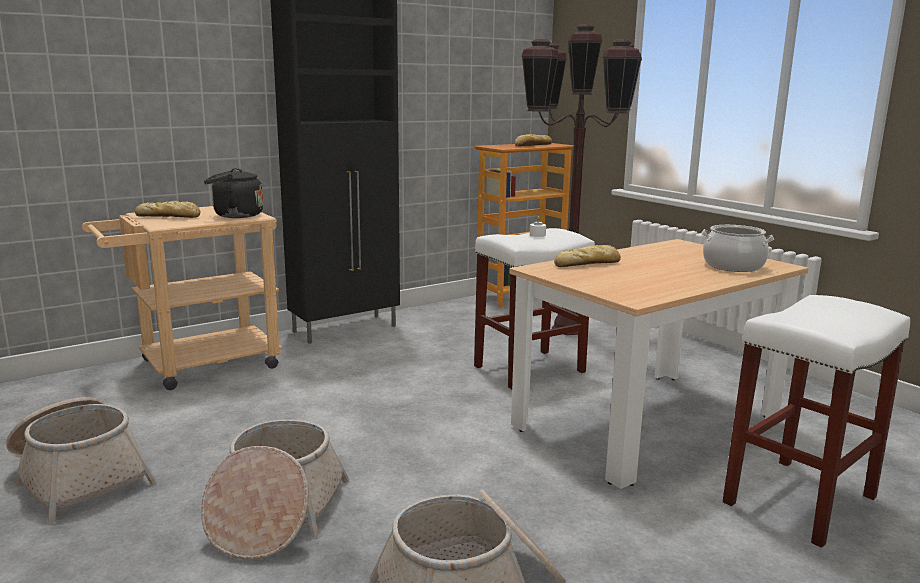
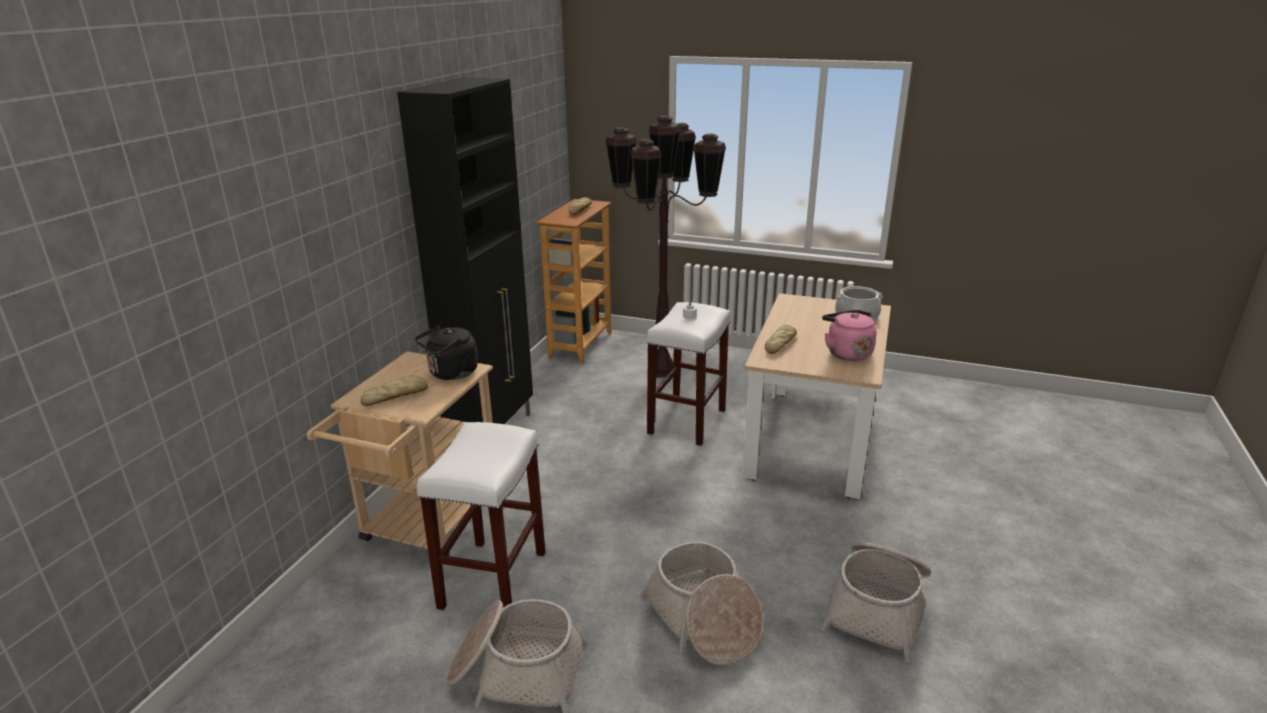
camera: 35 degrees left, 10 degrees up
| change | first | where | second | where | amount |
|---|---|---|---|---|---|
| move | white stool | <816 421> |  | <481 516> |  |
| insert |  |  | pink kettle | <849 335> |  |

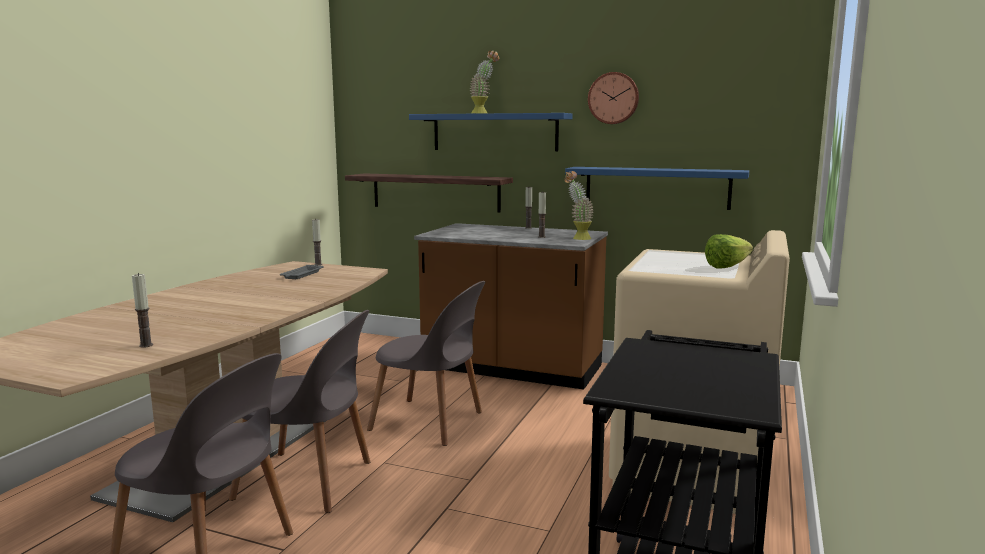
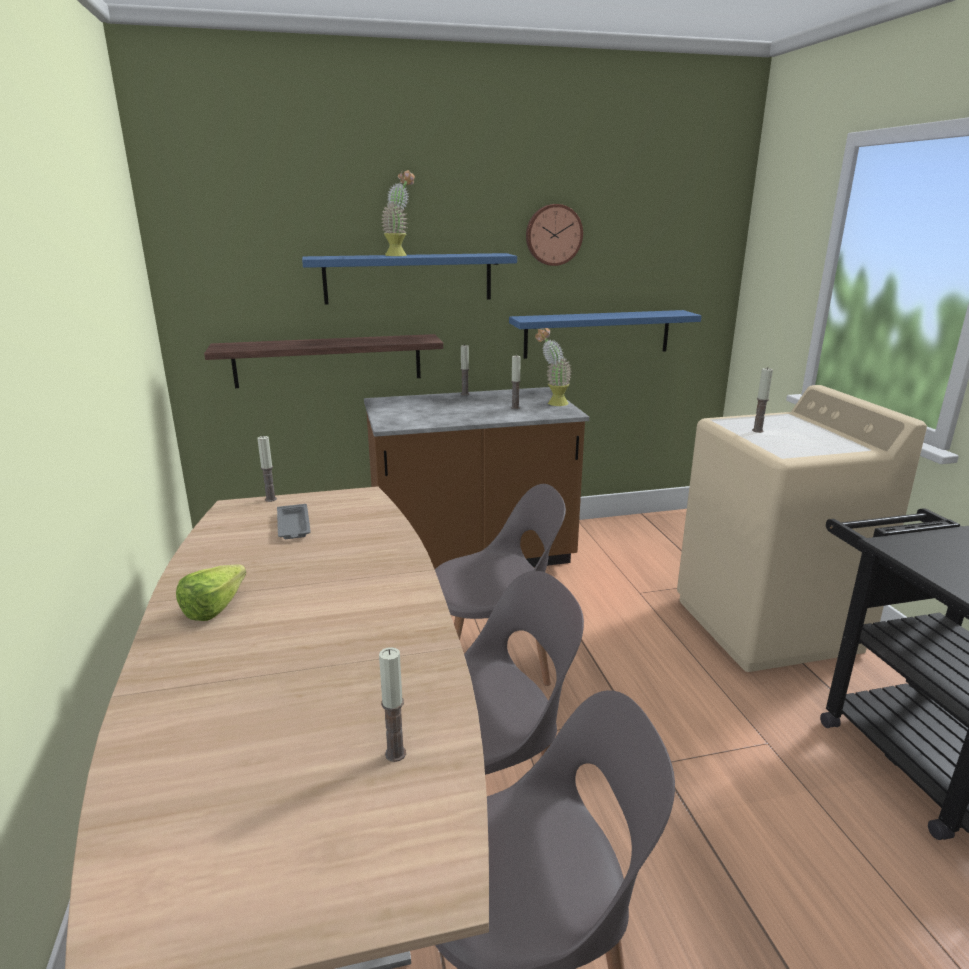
camera: 35 degrees left, 10 degrees up
| change | first | where | second | where | amount |
|---|---|---|---|---|---|
| move | lettuce | <729 251> |  | <211 592> |  |
| insert |  |  | candle | <762 400> |  |

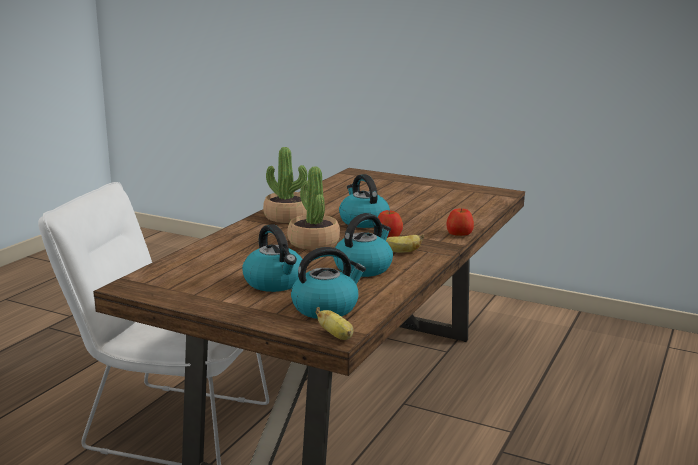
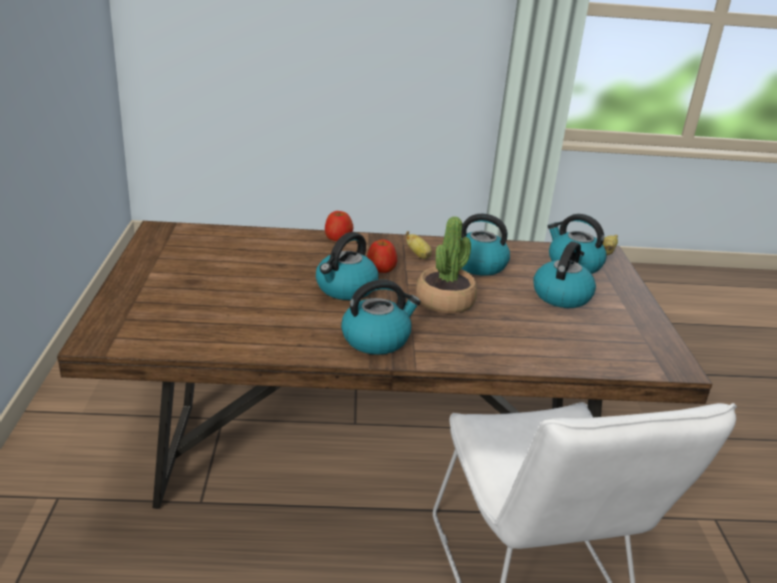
camera: 120 degrees left, 10 degrees up
| change | first | where | second | where | amount |
|---|---|---|---|---|---|
| replace | potted plant | <285 185> | kettle | <381 317> |  |

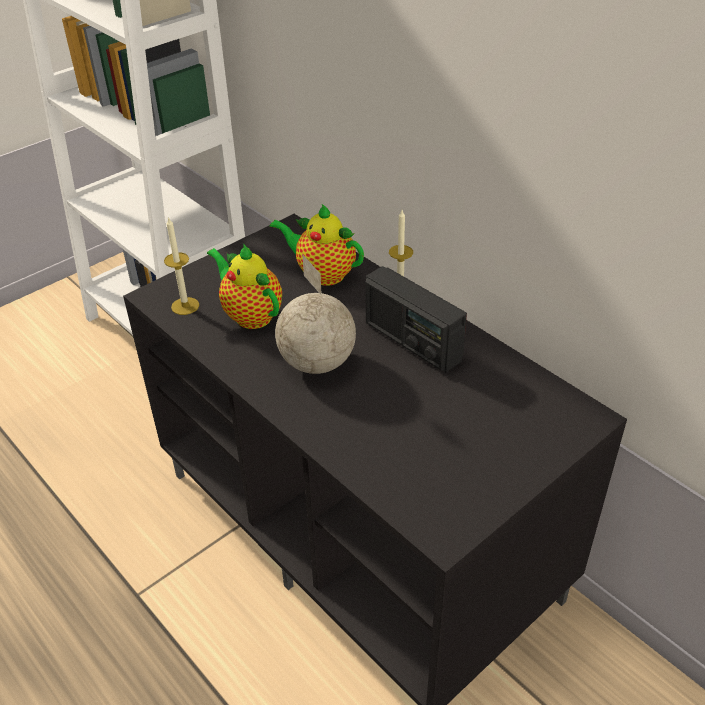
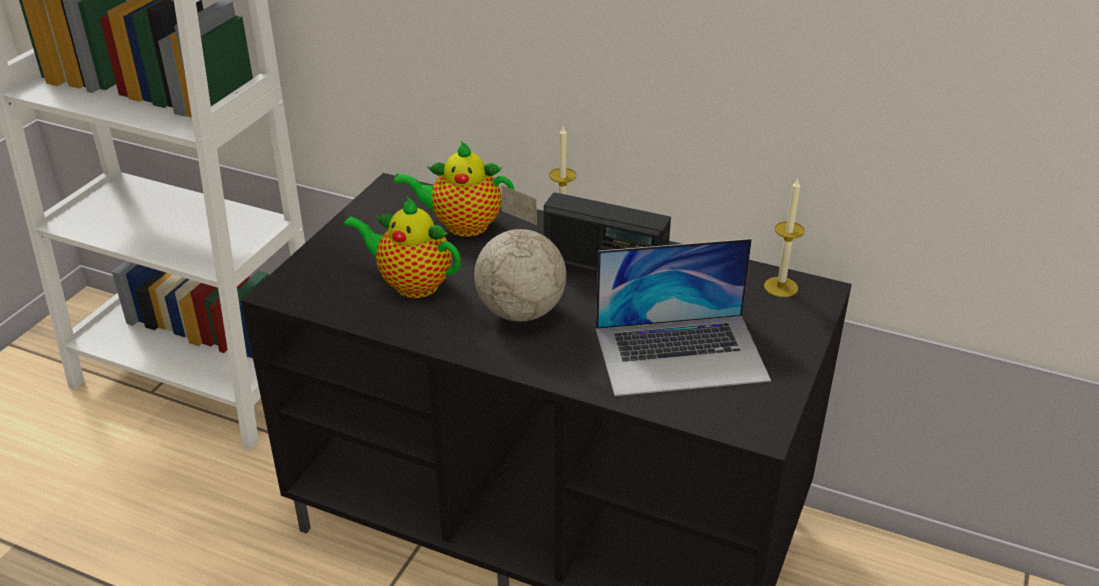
camera: 25 degrees left, 5 degrees down
| change | first | where | second | where | amount |
|---|---|---|---|---|---|
| move | candle | <181 266> |  | <784 237> |  |
| insert |  |  | laptop | <683 317> |  |

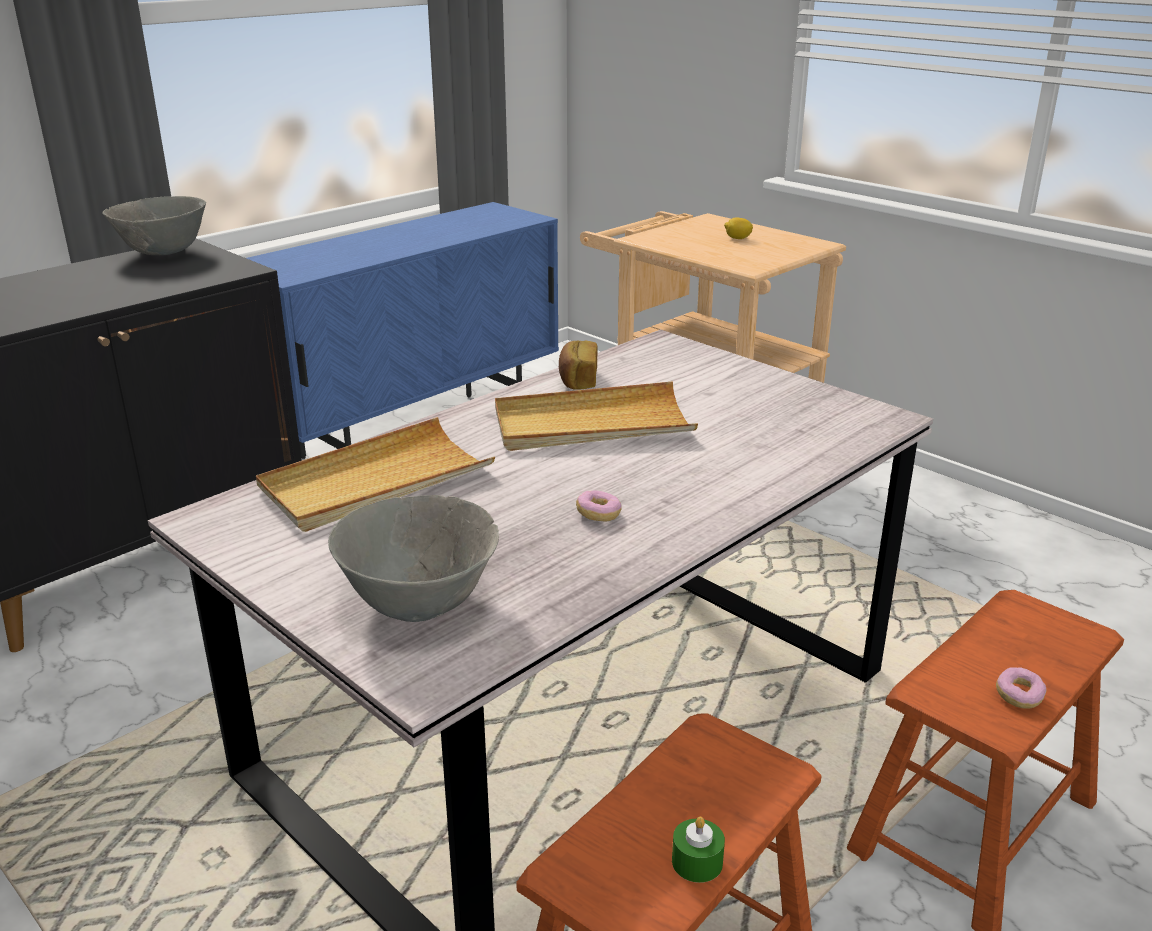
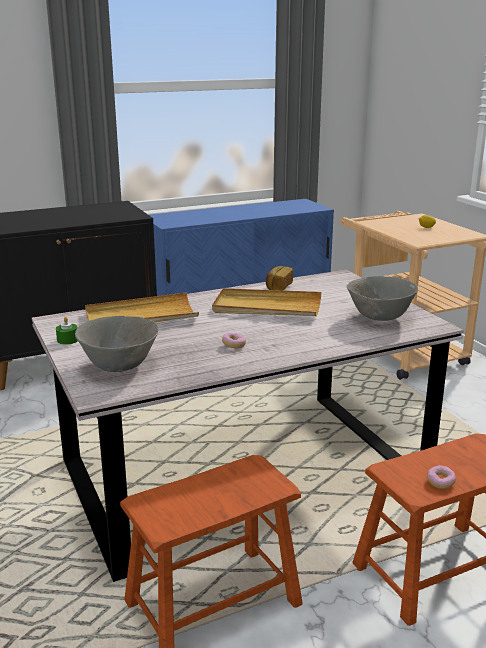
camera: 20 degrees right, 5 degrees down
| change | first | where | second | where | amount |
|---|---|---|---|---|---|
| move | grey bowl | <154 226> |  | <382 298> |  |
| move | green candle | <698 850> |  | <67 331> |  |

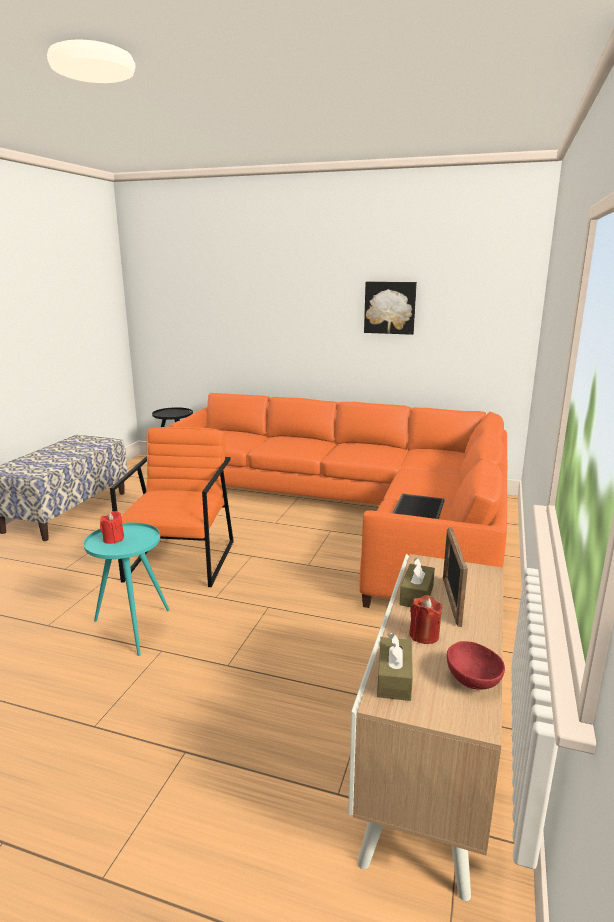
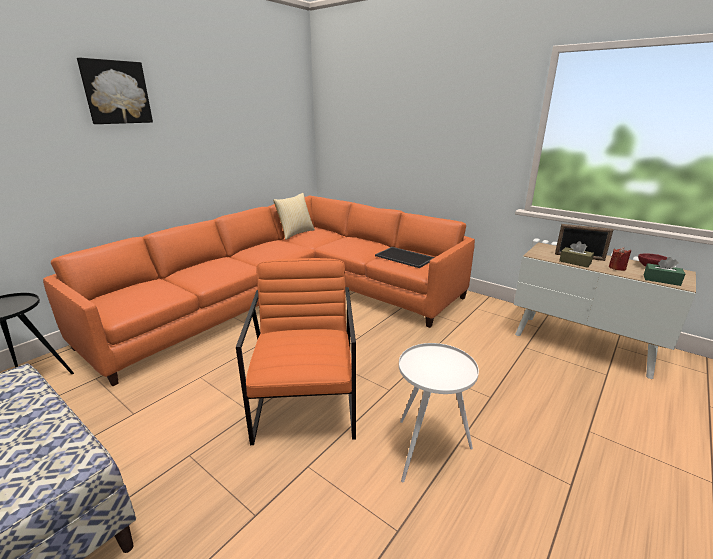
camera: 70 degrees left, 5 degrees up
| change | first | where | second | where | amount |
|---|---|---|---|---|---|
| recolor | turquoise side table | <126 589> | white side table | <439 412> |  |
| delete | red candle | <112 527> |  |  |  |
| rotate | orange armchair | <172 507> |  | <296 351> | 60 degrees clockwise |
| move | picture | <390 308> |  | <115 91> |  |
| recolor | brown tissue box | <395 667> | green tissue box | <664 271> |  |
| insert |  |  | pillow | <294 216> |  |

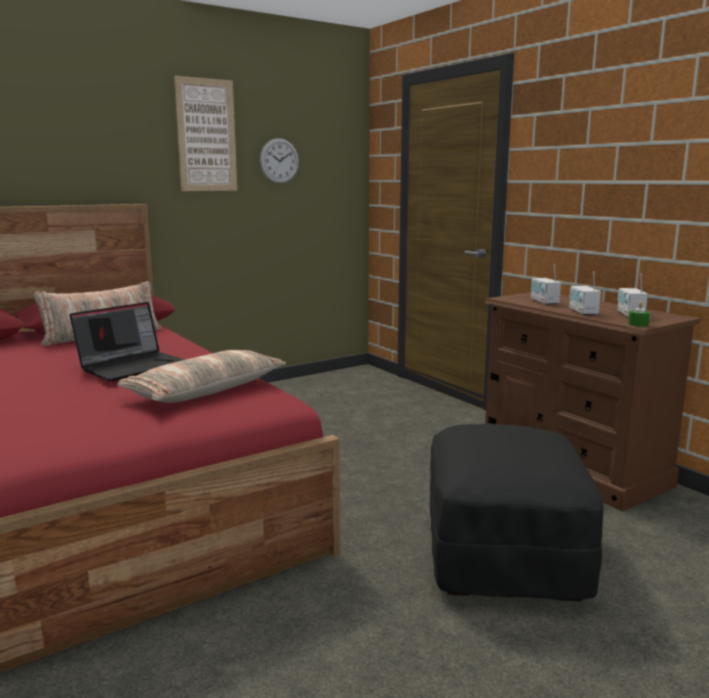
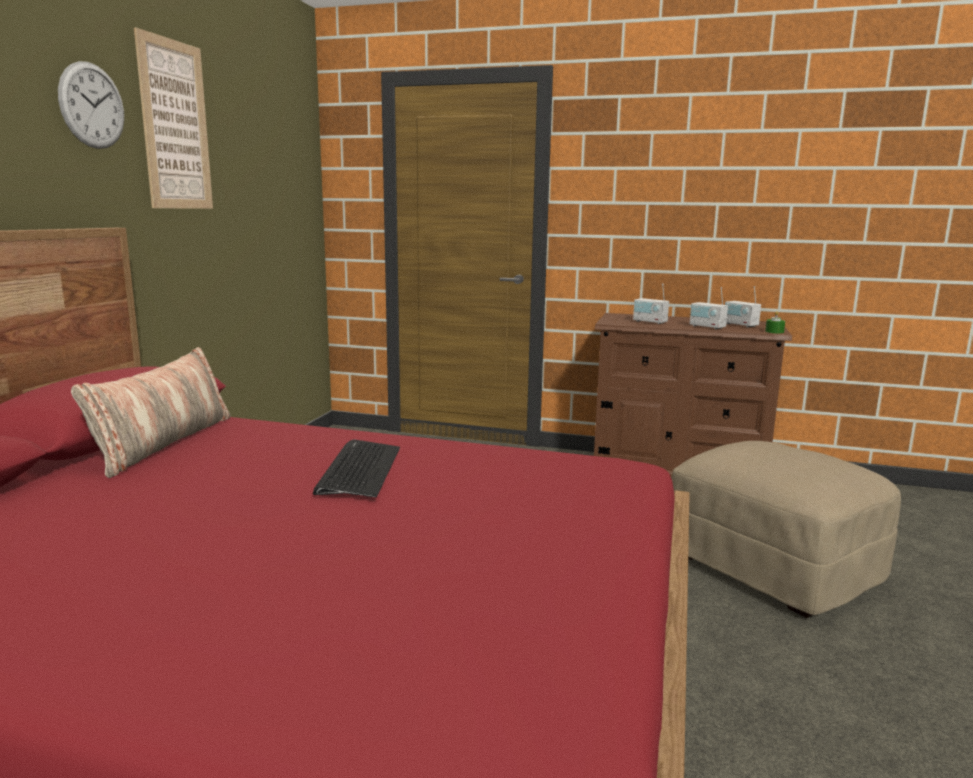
camera: 40 degrees left, 0 degrees up
| change | first | where | second | where | amount |
|---|---|---|---|---|---|
| replace | laptop | <127 341> | keyboard | <356 468> |  |
| delete | pillow | <201 376> |  |  |  |
| move | wall clock | <279 161> |  | <91 105> |  |
| recolor | black ottoman | <516 512> | beige ottoman | <786 529> |  |

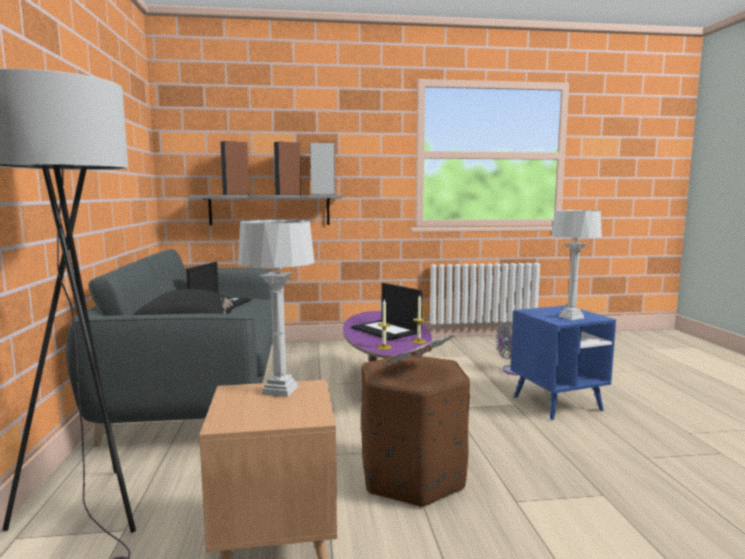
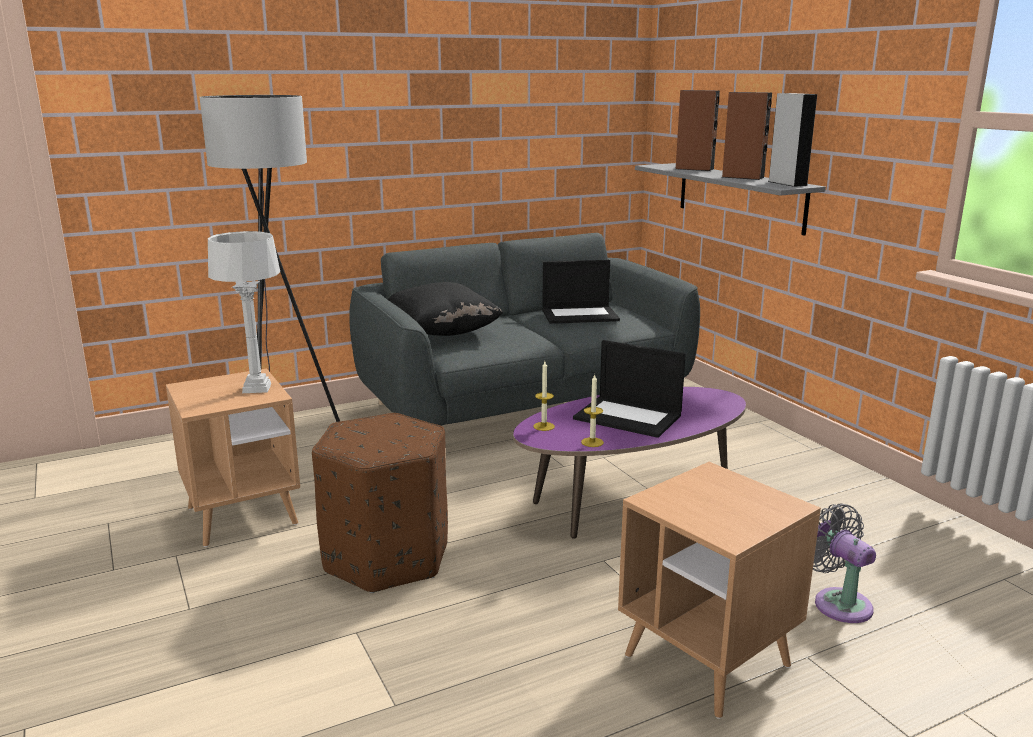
camera: 70 degrees right, 10 degrees up
| change | first | where | second | where | amount |
|---|---|---|---|---|---|
| rotate | laptop | <386 311> |  | <629 389> | 90 degrees counterclockwise |
| delete | newspaper | <418 351> |  |  |  |
| recolor | blue side table | <563 363> | brown side table | <719 590> |  |
| delete | grey table lamp | <576 265> |  |  |  |

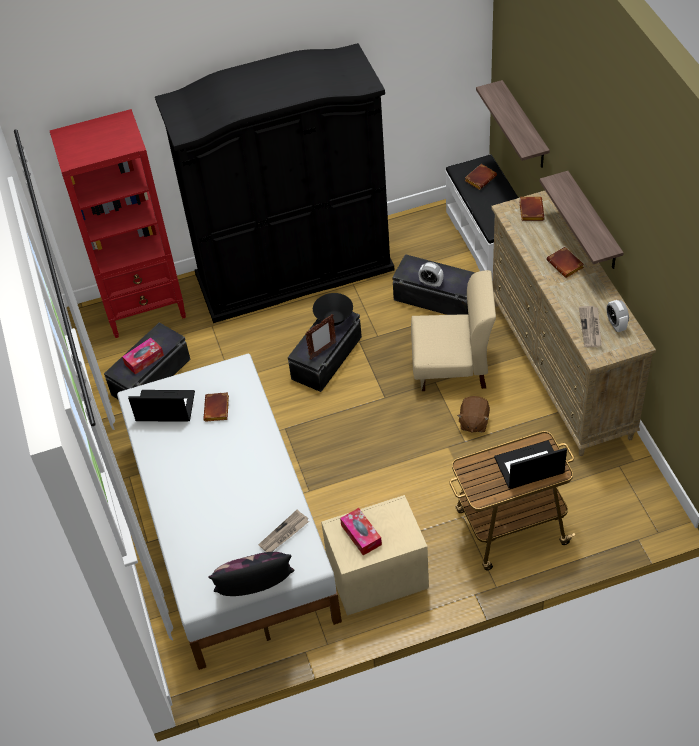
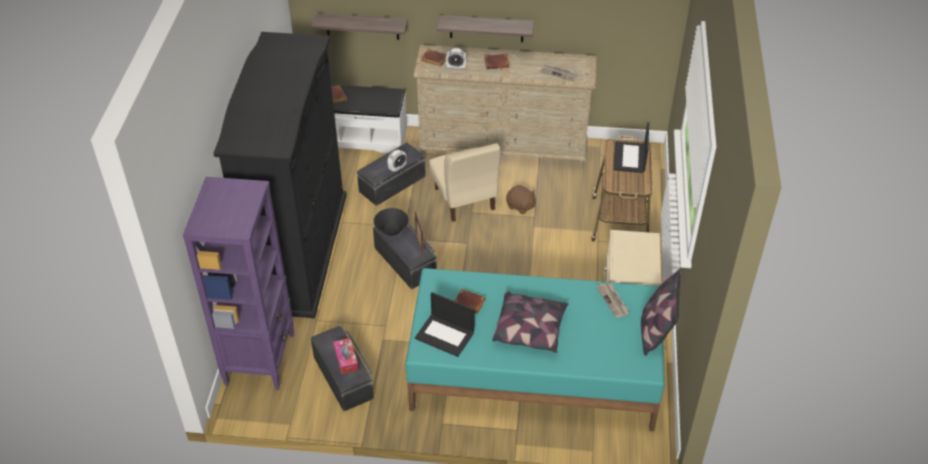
camera: 70 degrees left, 5 degrees down
| change | first | where | second | where | amount |
|---|---|---|---|---|---|
| recolor | red bookcase | <118 223> | purple bookcase | <238 283> |  |
| recolor | white bed | <229 512> | turquoise bed | <535 350> |  |
| rotate | laptop | <161 406> |  | <445 324> | 90 degrees counterclockwise |
| delete | tissue box | <361 531> |  |  |  |
| rotate | beige chair | <453 330> |  | <465 182> | 135 degrees clockwise |
| move | alarm clock | <618 316> |  | <456 59> |  |
| insert |  |  | pillow | <530 322> |  |

